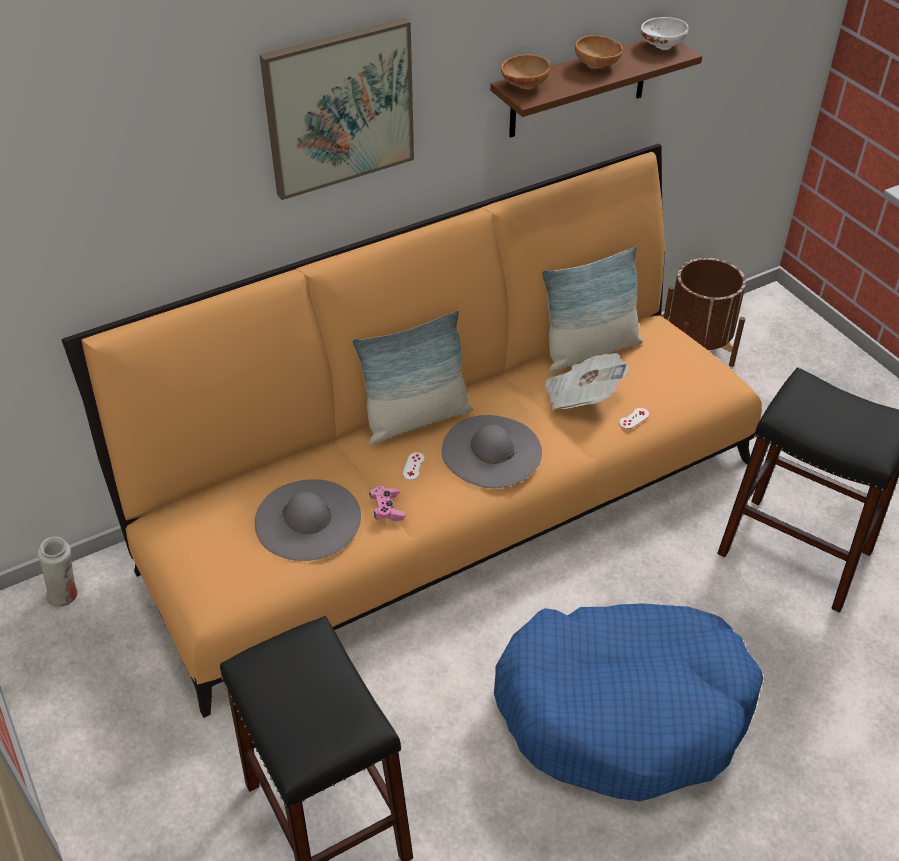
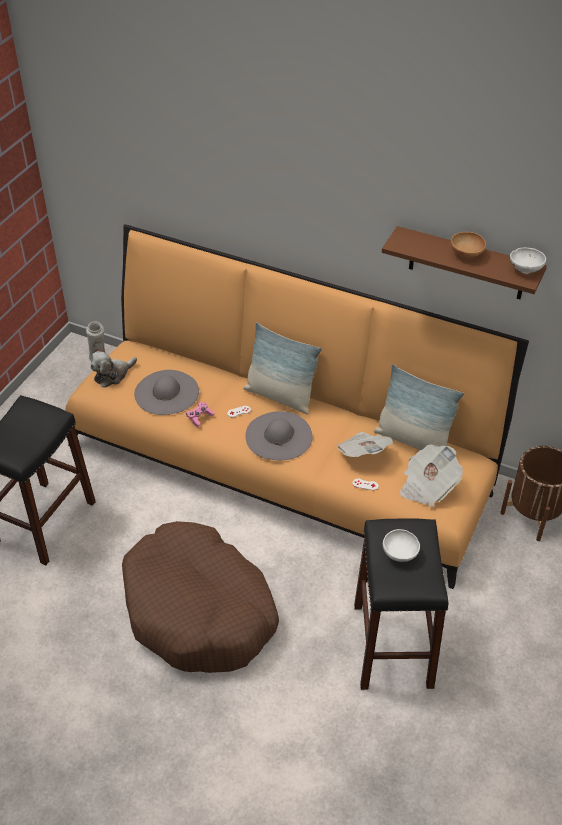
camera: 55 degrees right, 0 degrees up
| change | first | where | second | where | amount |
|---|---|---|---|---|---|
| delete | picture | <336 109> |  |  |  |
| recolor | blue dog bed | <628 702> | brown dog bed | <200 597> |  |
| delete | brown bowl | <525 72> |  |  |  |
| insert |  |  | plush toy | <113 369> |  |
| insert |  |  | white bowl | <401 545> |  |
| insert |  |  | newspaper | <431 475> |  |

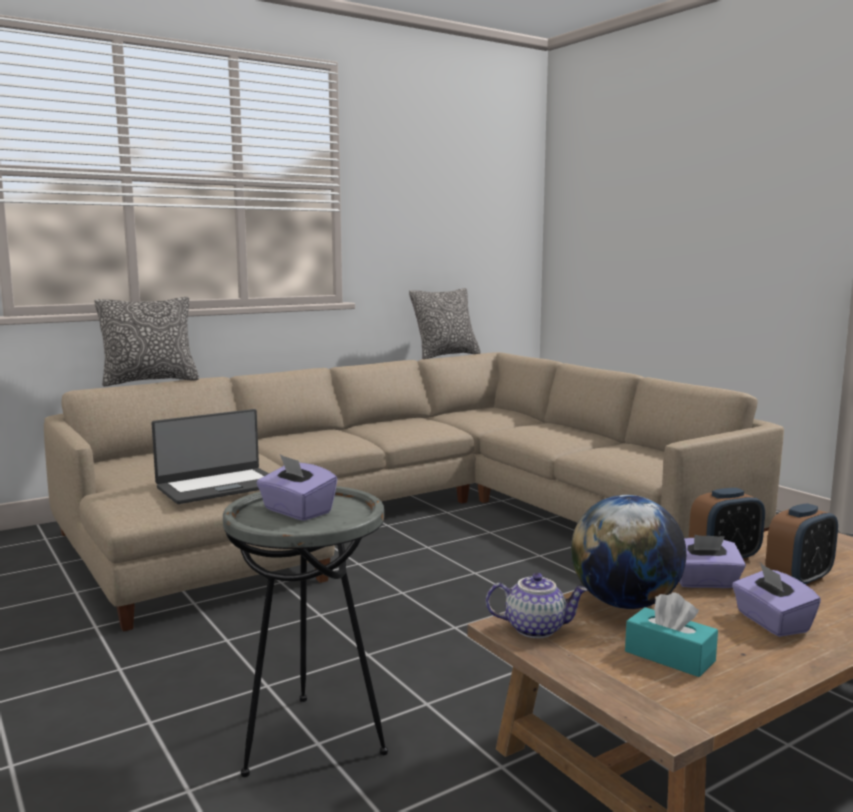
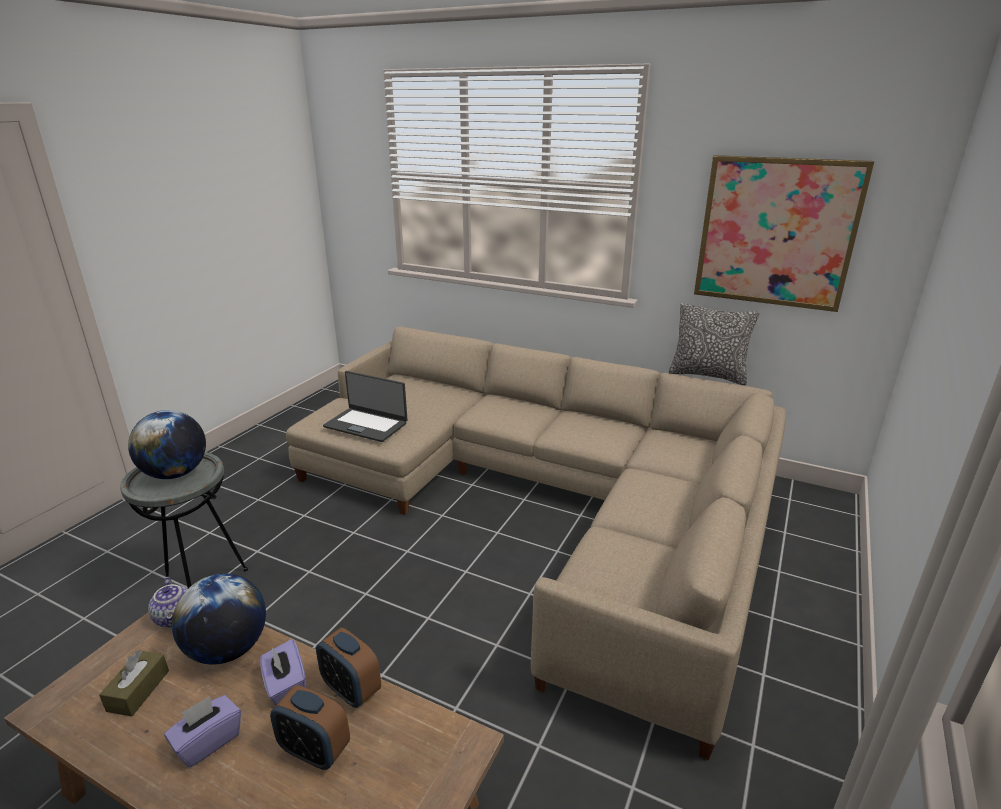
camera: 60 degrees right, 15 degrees up
| change | first | where | second | where | amount |
|---|---|---|---|---|---|
| delete | pillow | <147 341> |  |  |  |
| replace | purple tissue box | <296 488> | globe | <167 444> |  |
| recolor | turquoise tissue box | <671 634> | brown tissue box | <134 683> |  |
| insert |  |  | picture | <784 233> |  |

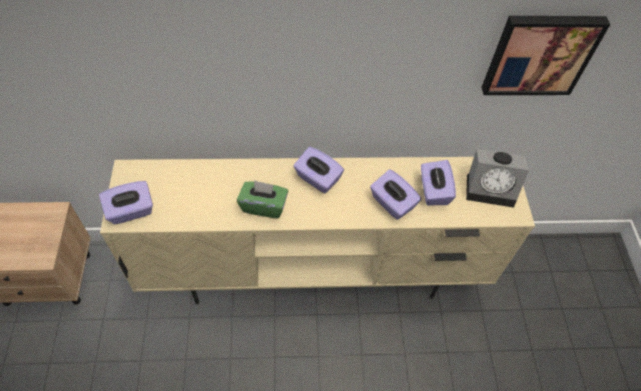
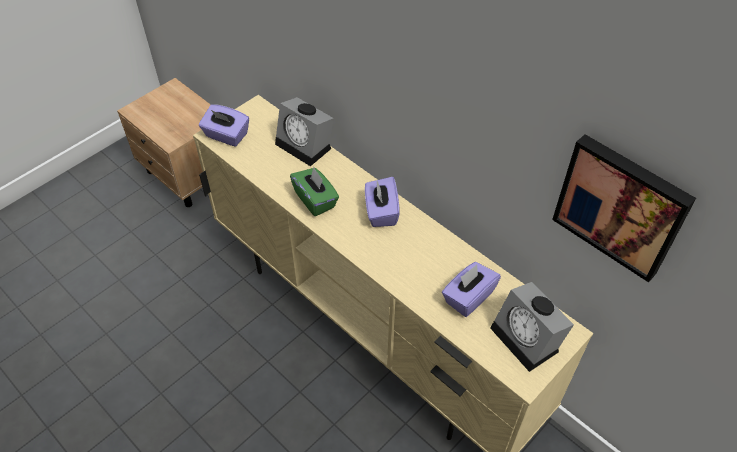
camera: 50 degrees right, 5 degrees down
| change | first | where | second | where | amount |
|---|---|---|---|---|---|
| delete | purple tissue box | <395 194> |  |  |  |
| insert |  |  | alarm clock | <304 131> |  |

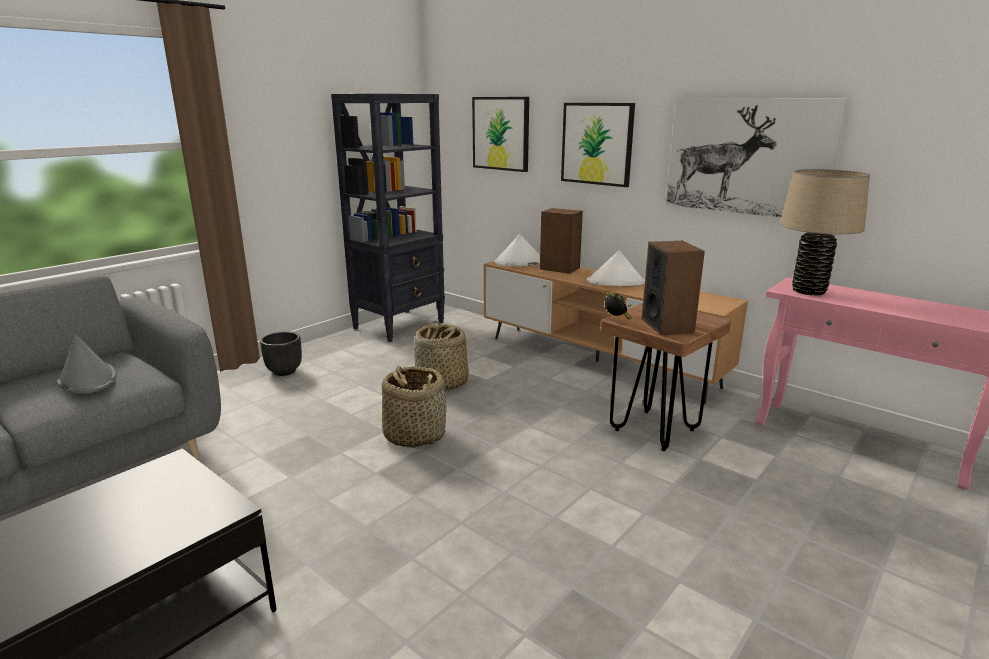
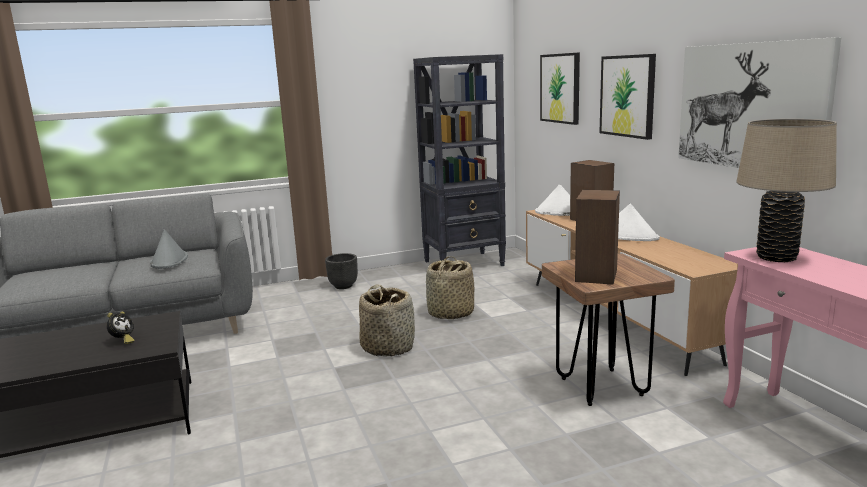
camera: 30 degrees right, 5 degrees down
| change | first | where | second | where | amount |
|---|---|---|---|---|---|
| move | alarm clock | <618 305> |  | <121 327> |  |

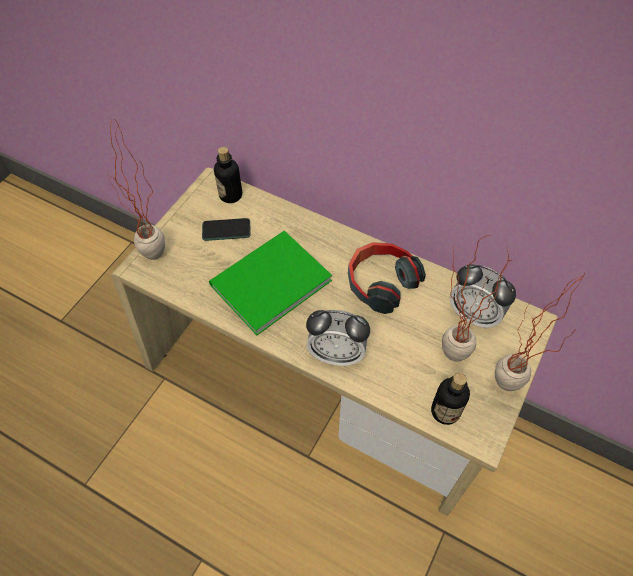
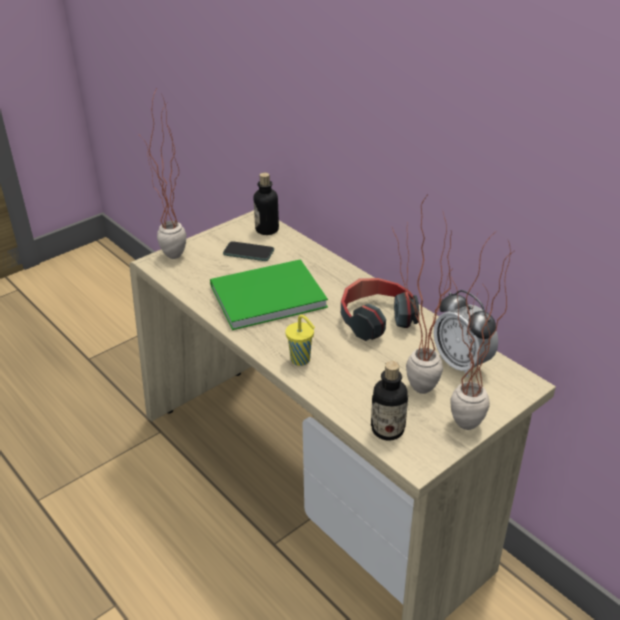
camera: 20 degrees right, 20 degrees down
| change | first | where | second | where | amount |
|---|---|---|---|---|---|
| replace | alarm clock | <338 338> | yellow cup | <300 340> |  |

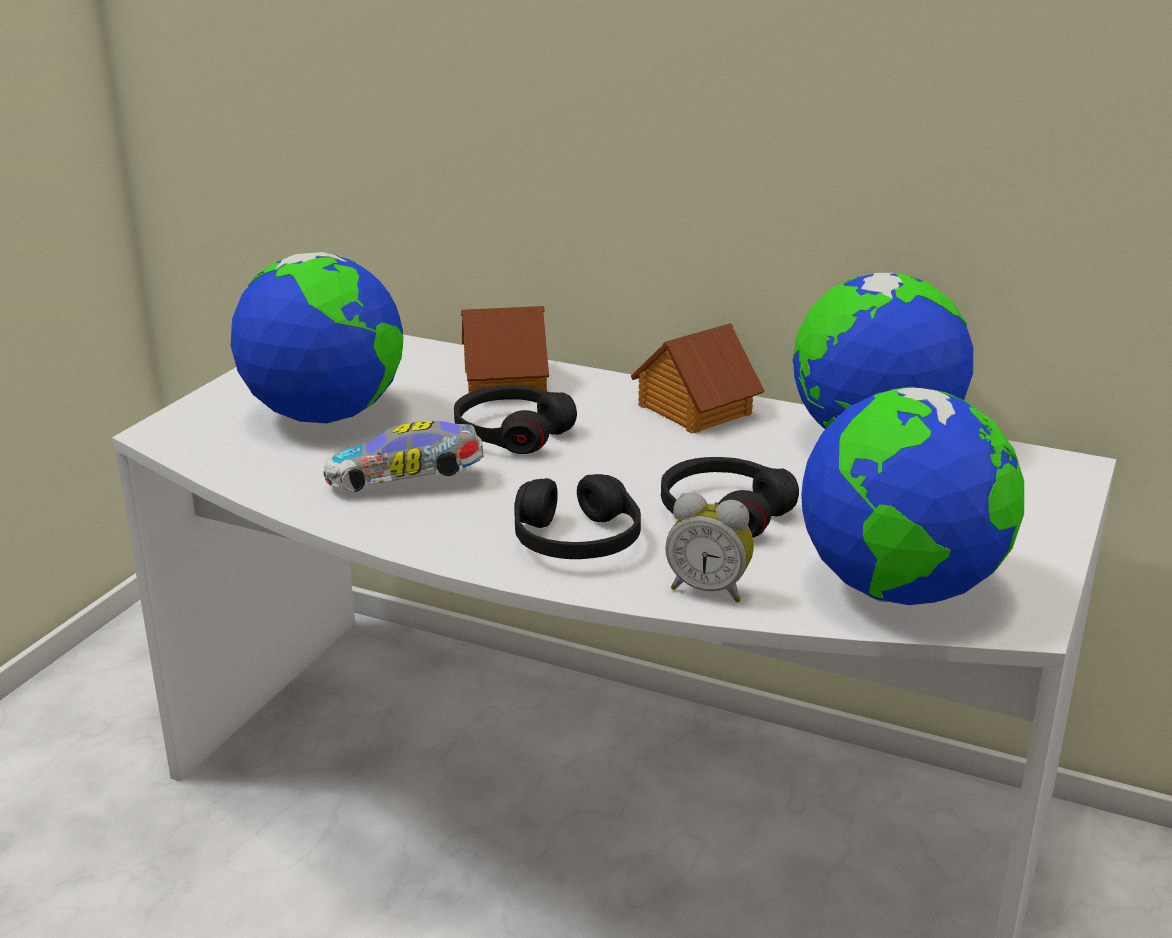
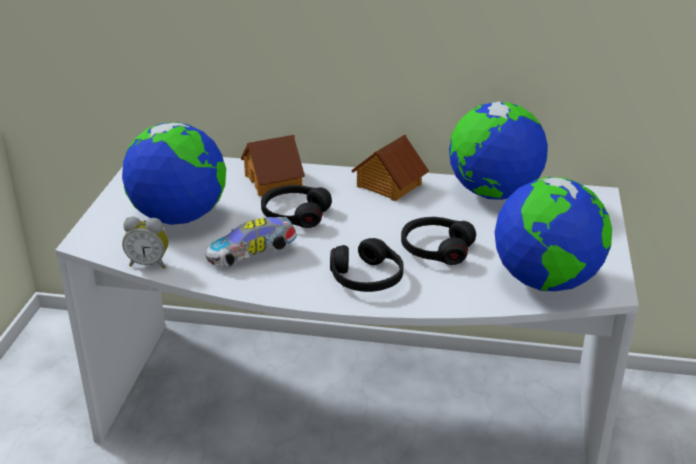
camera: 15 degrees left, 5 degrees up
| change | first | where | second | where | amount |
|---|---|---|---|---|---|
| move | alarm clock | <709 547> |  | <145 243> |  |

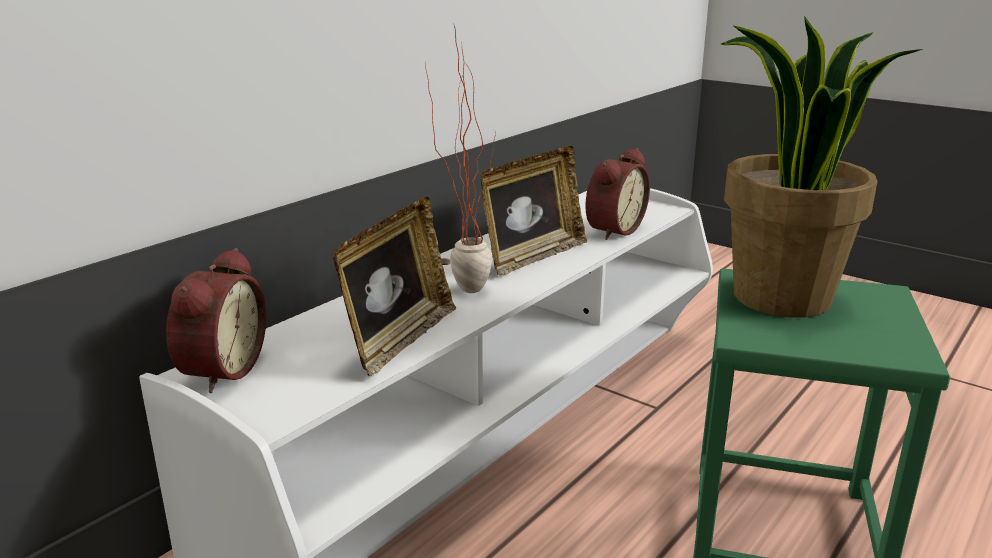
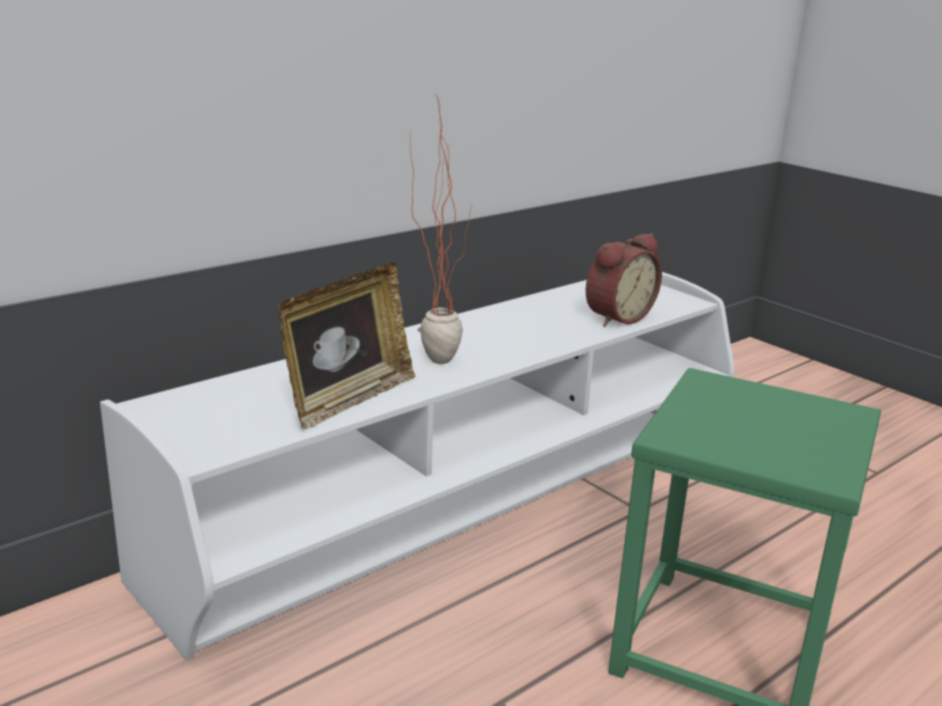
camera: 10 degrees right, 0 degrees up
| change | first | where | second | where | amount |
|---|---|---|---|---|---|
| delete | alarm clock | <216 320> |  |  |  |
| delete | picture frame | <533 210> |  |  |  |
| delete | potted plant | <822 167> |  |  |  |

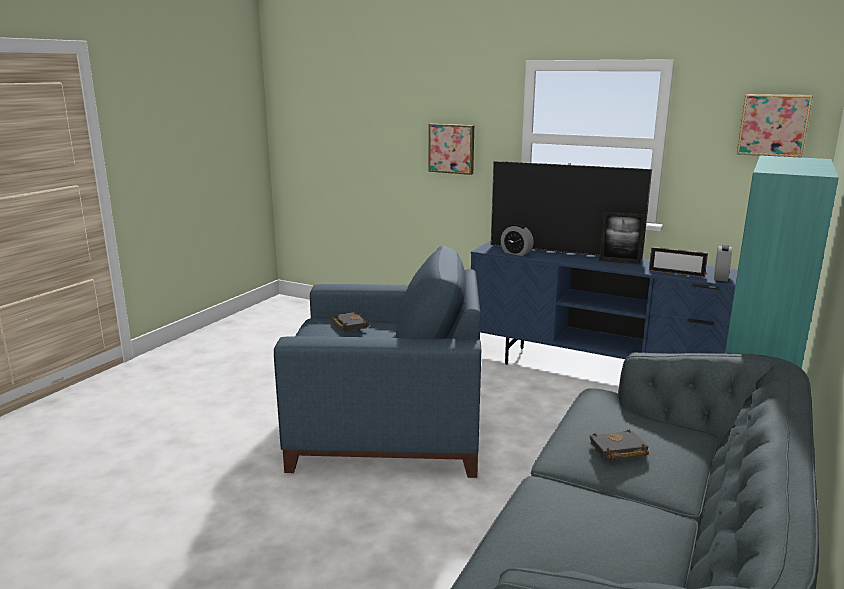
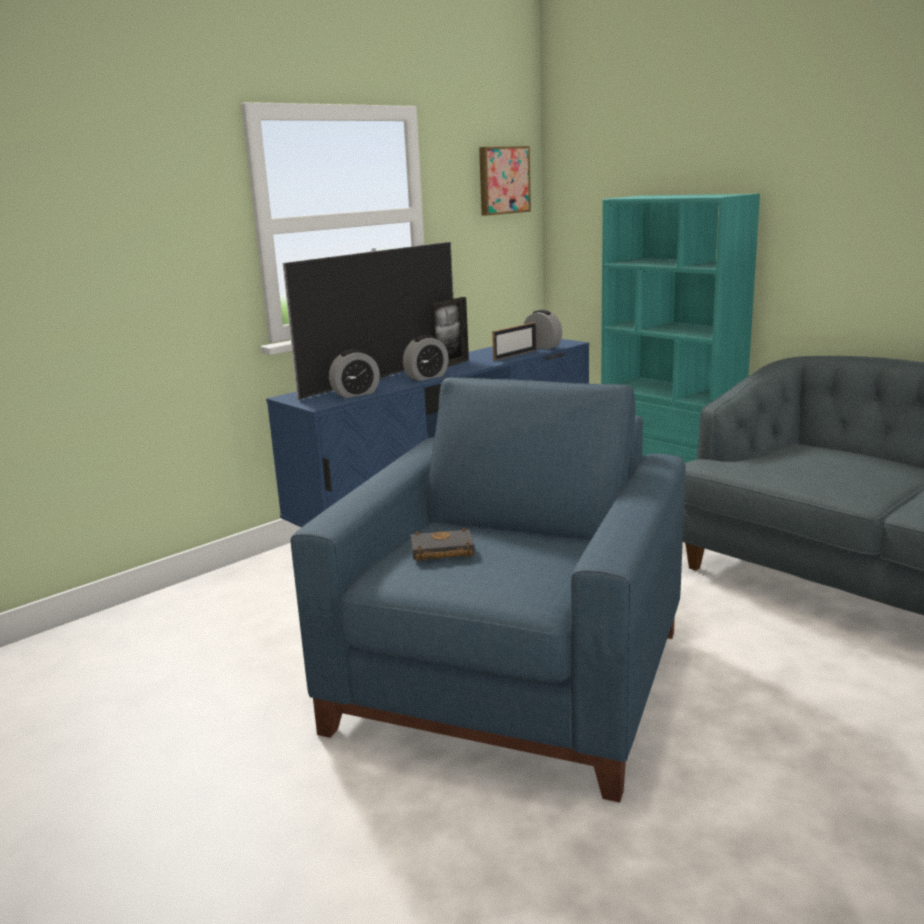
camera: 70 degrees left, 0 degrees up
| change | first | where | second | where | amount |
|---|---|---|---|---|---|
| delete | picture | <451 149> |  |  |  |
| delete | black book | <619 445> |  |  |  |
| insert |  |  | alarm clock | <426 358> |  |

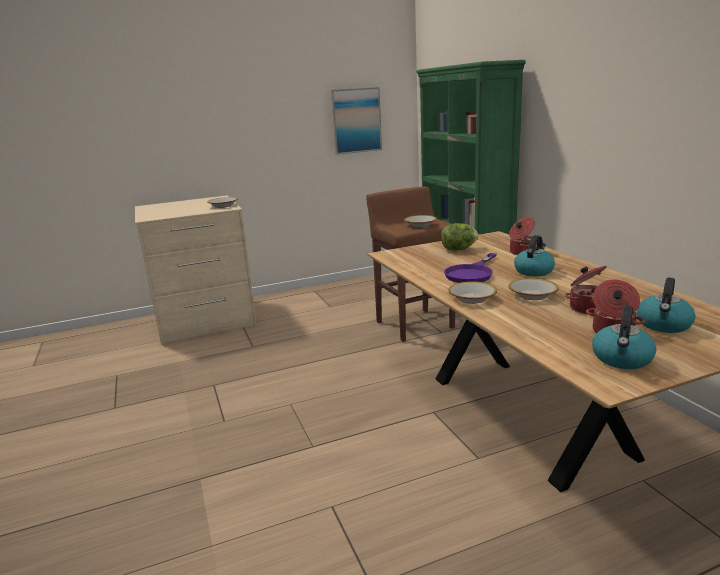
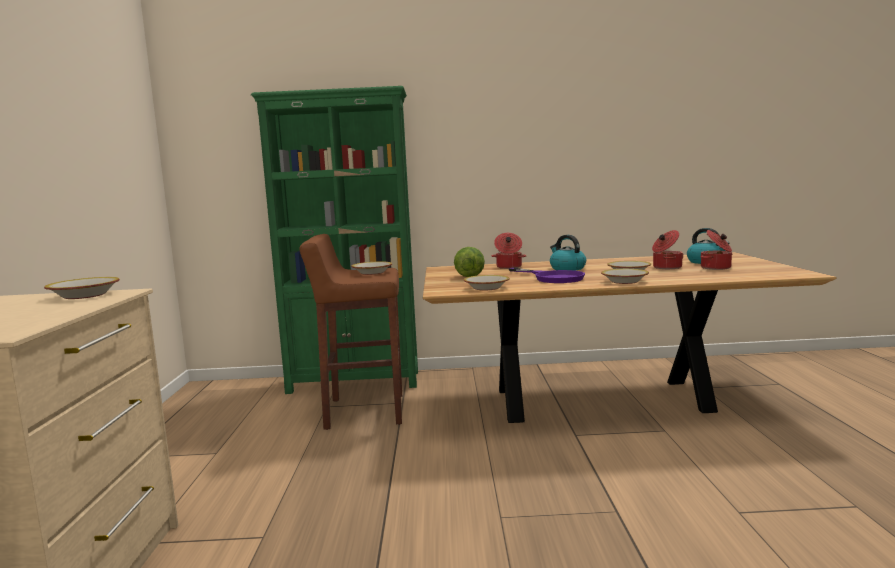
camera: 70 degrees left, 10 degrees down
| change | first | where | second | where | amount |
|---|---|---|---|---|---|
| delete | picture | <356 121> |  |  |  |
| delete | kettle | <624 337> |  |  |  |
| insert |  |  | bowl | <486 283> |  |

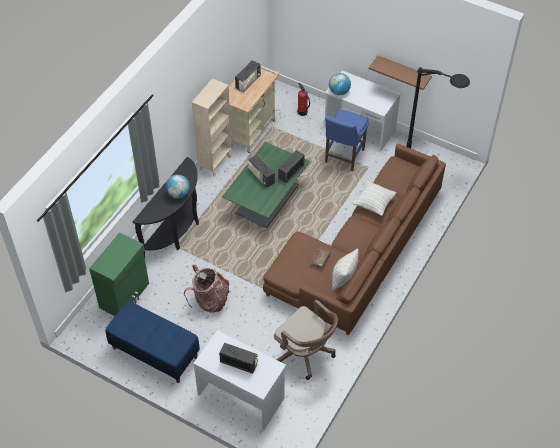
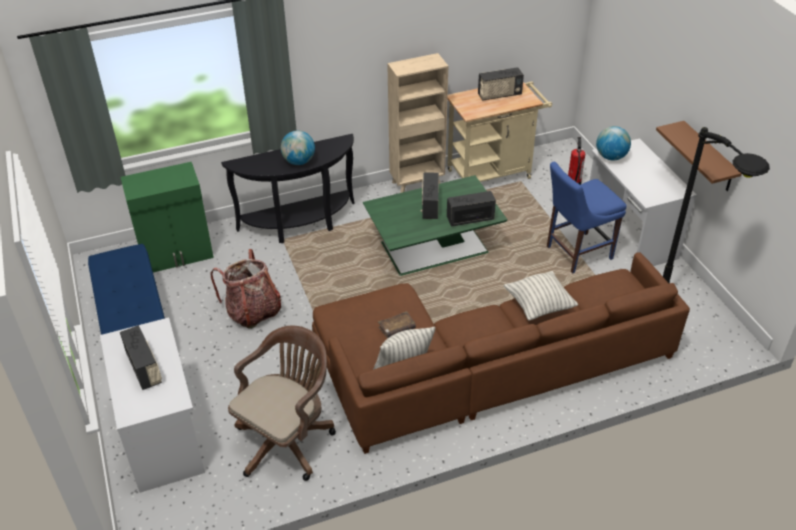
camera: 40 degrees right, 10 degrees down
| change | first | where | second | where | amount |
|---|---|---|---|---|---|
| rotate | brown office chair | <306 340> |  | <282 403> | 135 degrees counterclockwise |

